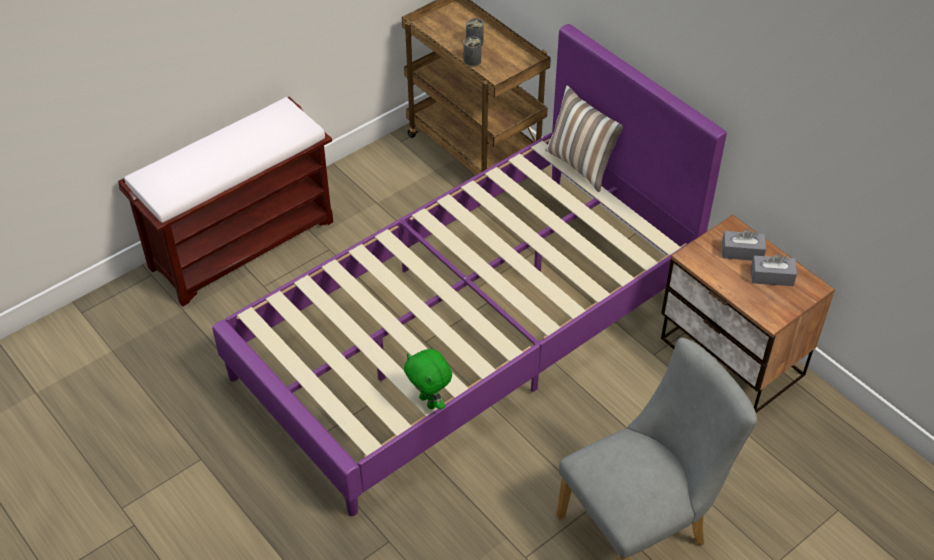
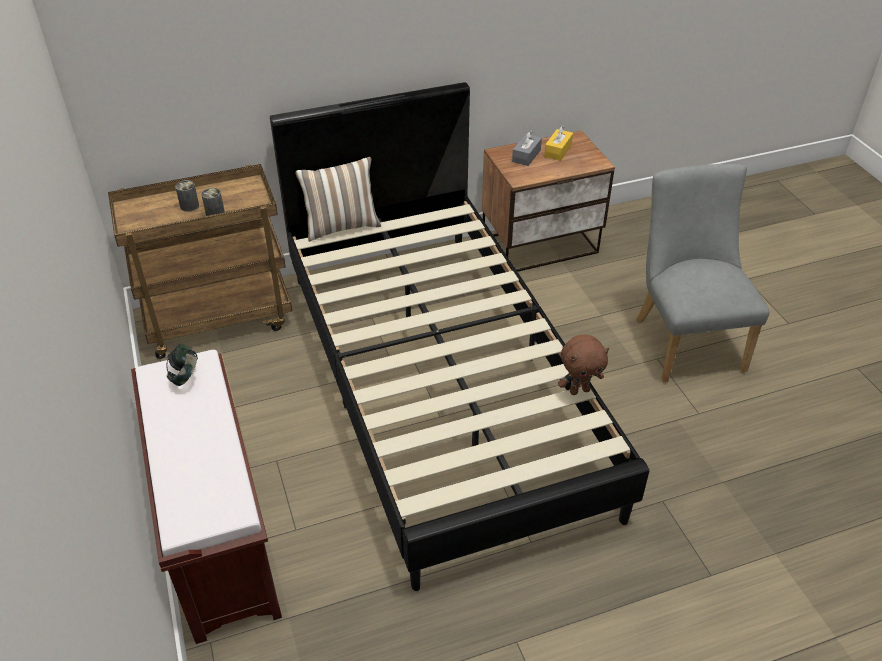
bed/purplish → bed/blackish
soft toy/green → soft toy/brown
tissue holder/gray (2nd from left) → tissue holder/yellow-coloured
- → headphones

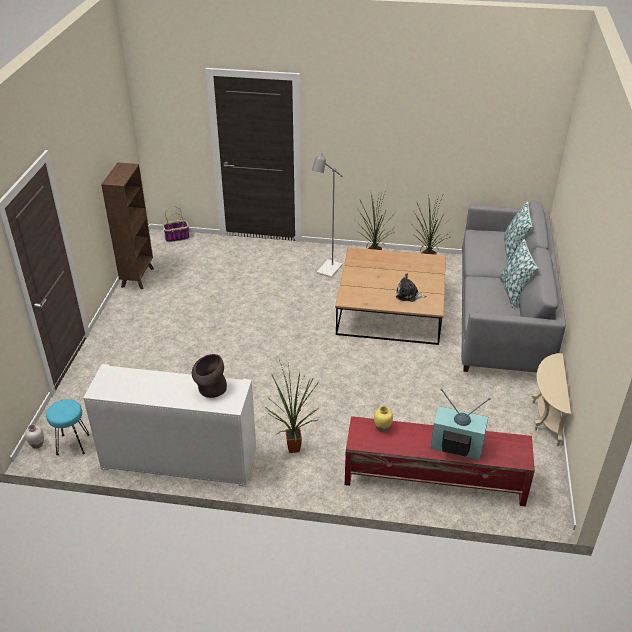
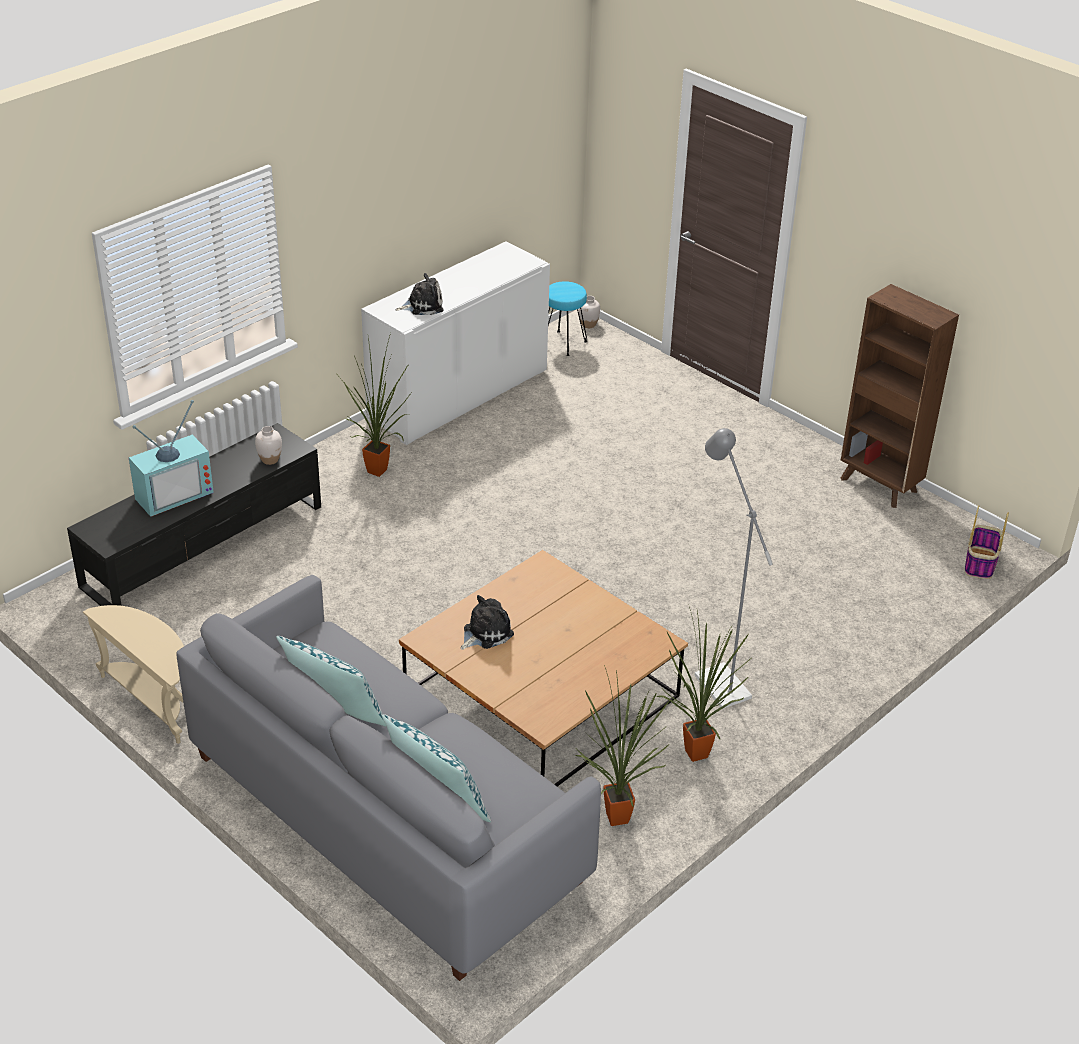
decorative vase/brown → soft toy (1st from left)
tv unit/red → tv unit/blackish
decorative vase/yellow-coloured → decorative vase/white-coloured (1st from left)

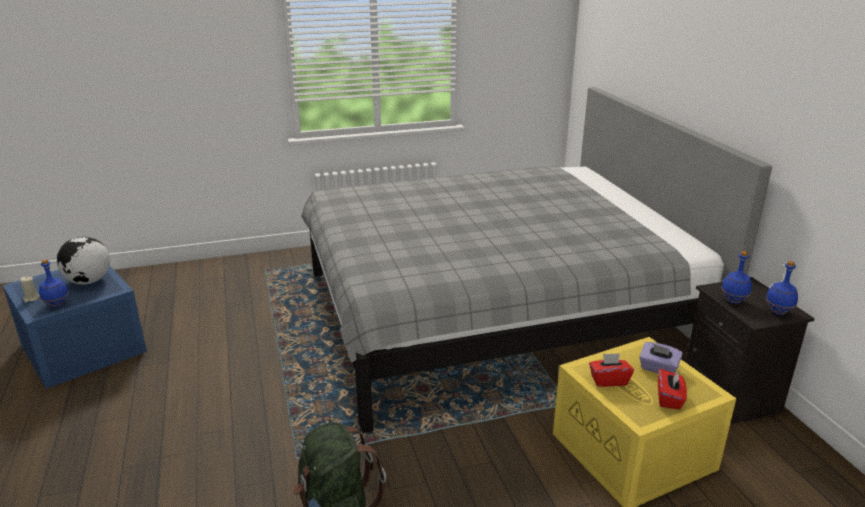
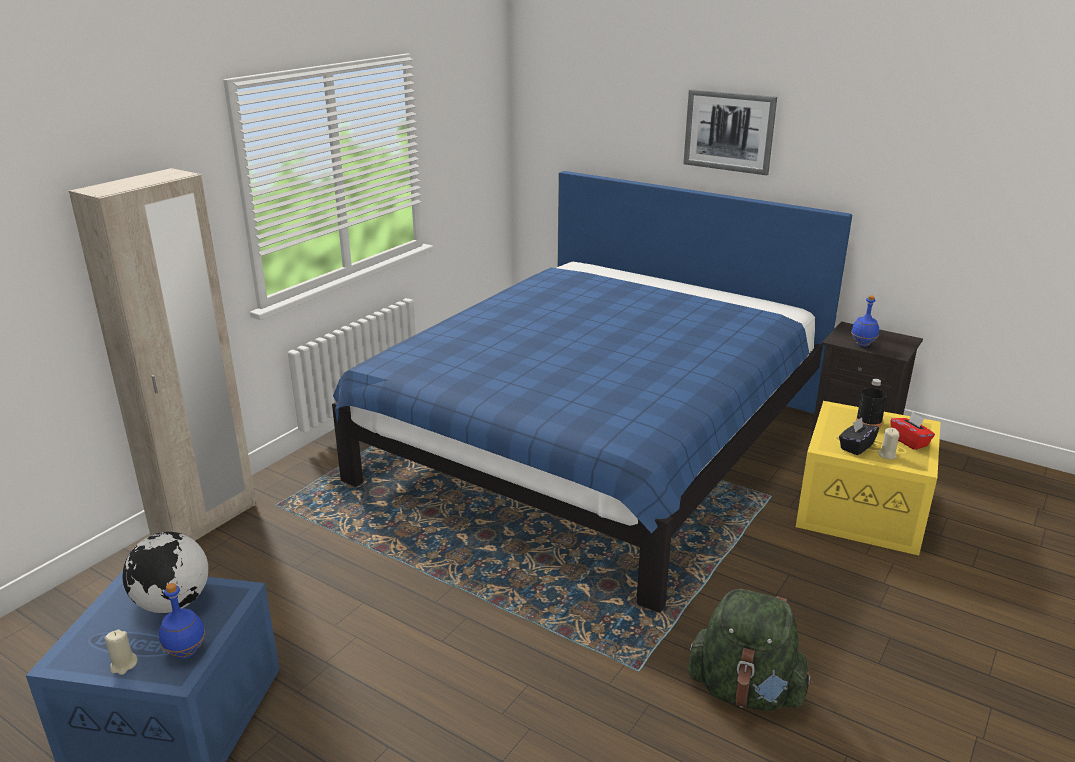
bed/gray → bed/blue
tissue holder/red (1st from left) → tissue holder/blackish
tissue holder/purplish → bottle/blackish
bottle/blue (3rd from left) → -
- → wardrobe/beige-coloured
- → wall art
- → candle/beige-coloured (2nd from left)

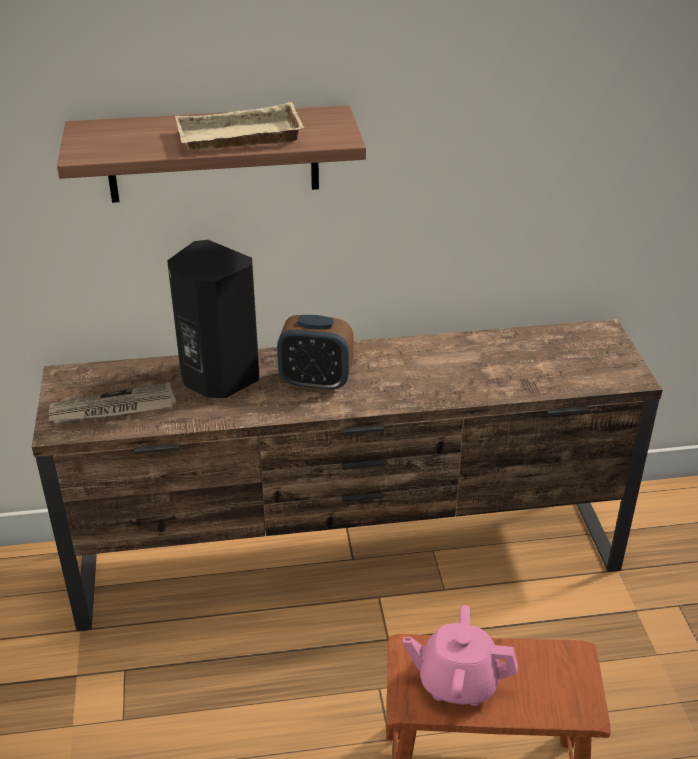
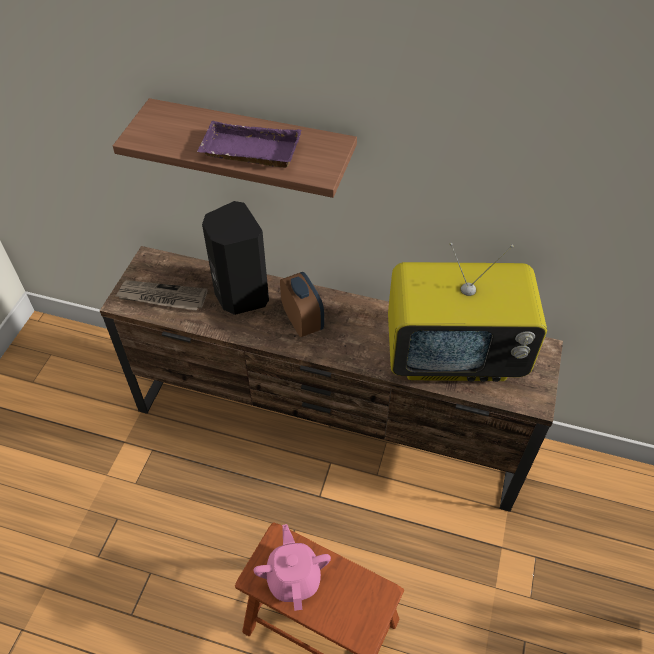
carrying tray/beige-coloured → carrying tray/purplish
table clock, 150 degrees counterclockwise
pot for tea/pink-coloured, 45 degrees clockwise
- → TV

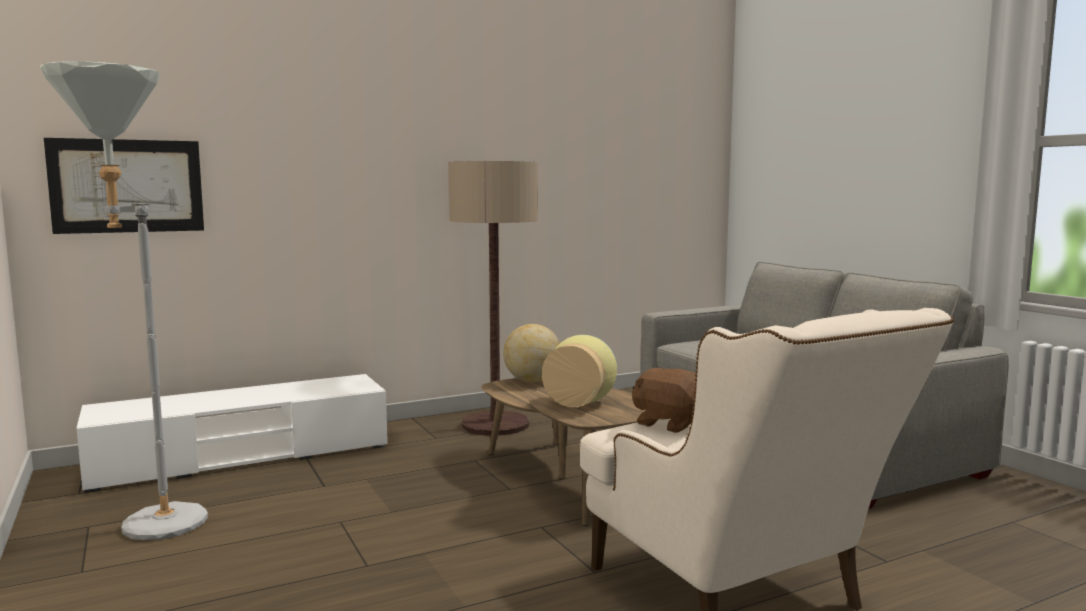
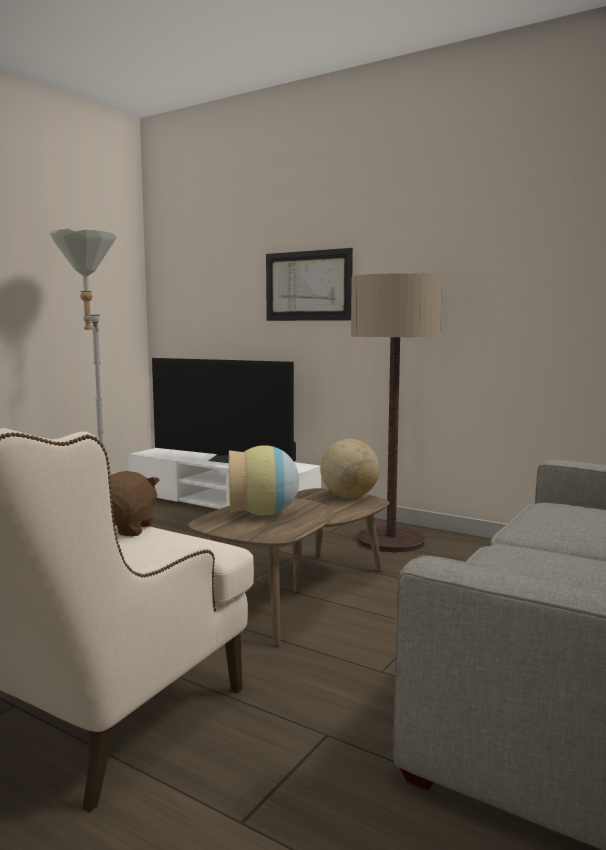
wall art, move
- → TV

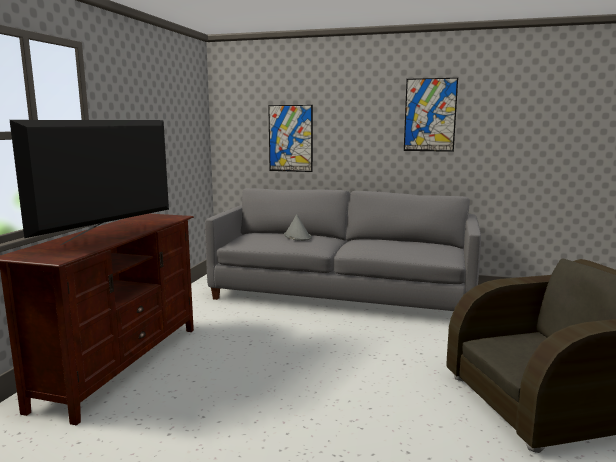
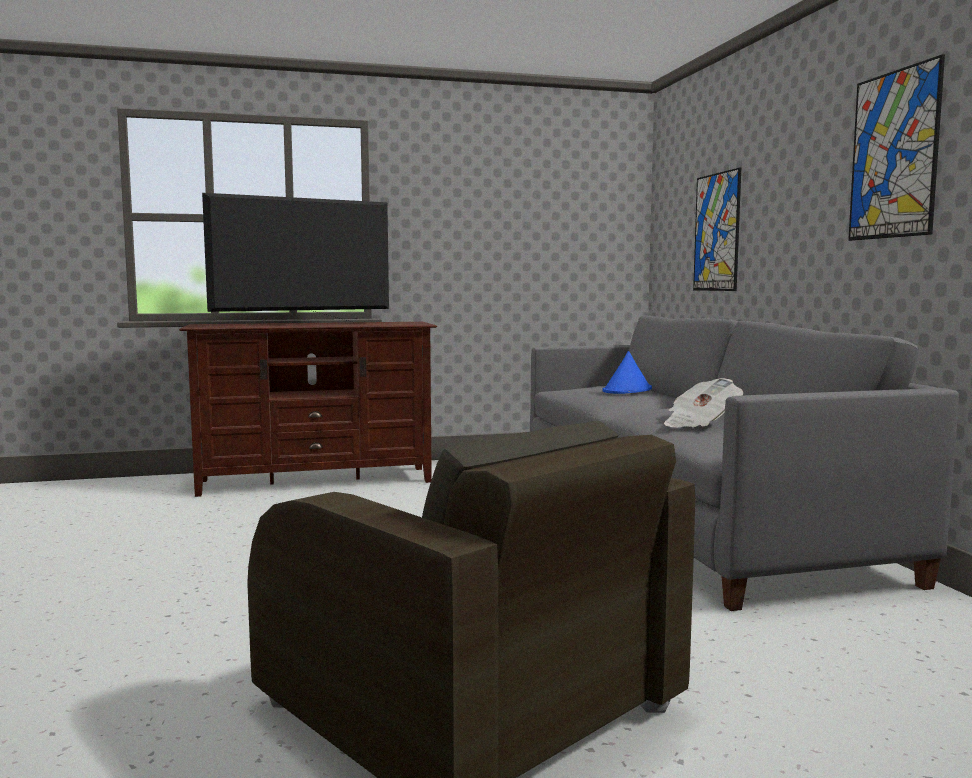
TV, 150 degrees clockwise
hat/gray → hat/blue
- → daily paper

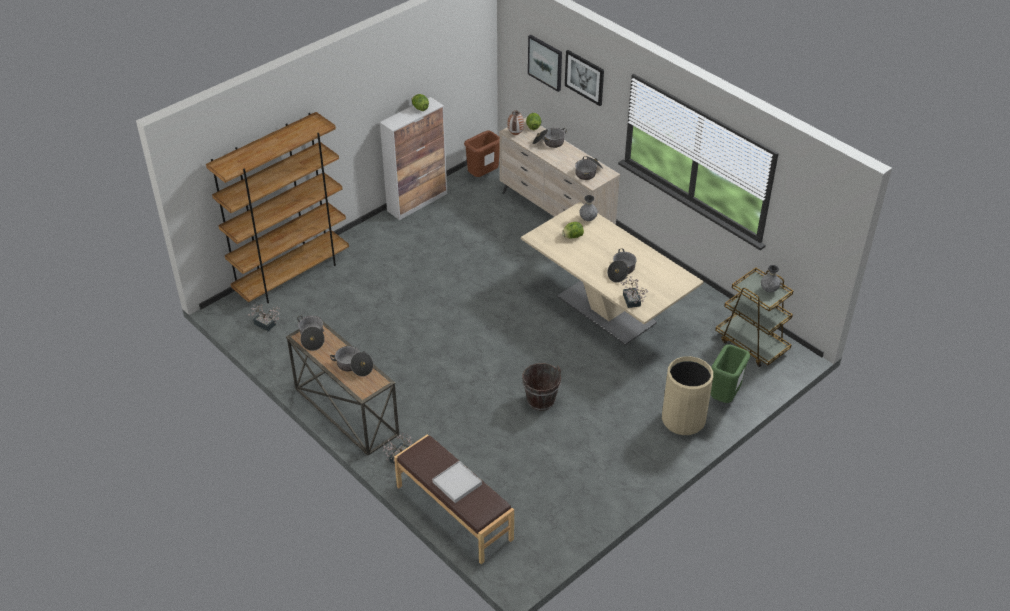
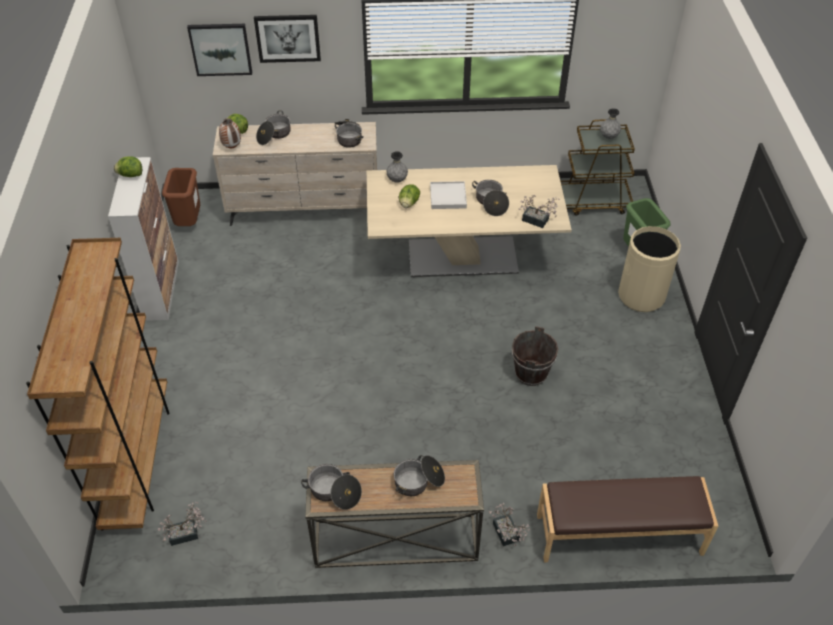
carrying tray/white-coloured, move

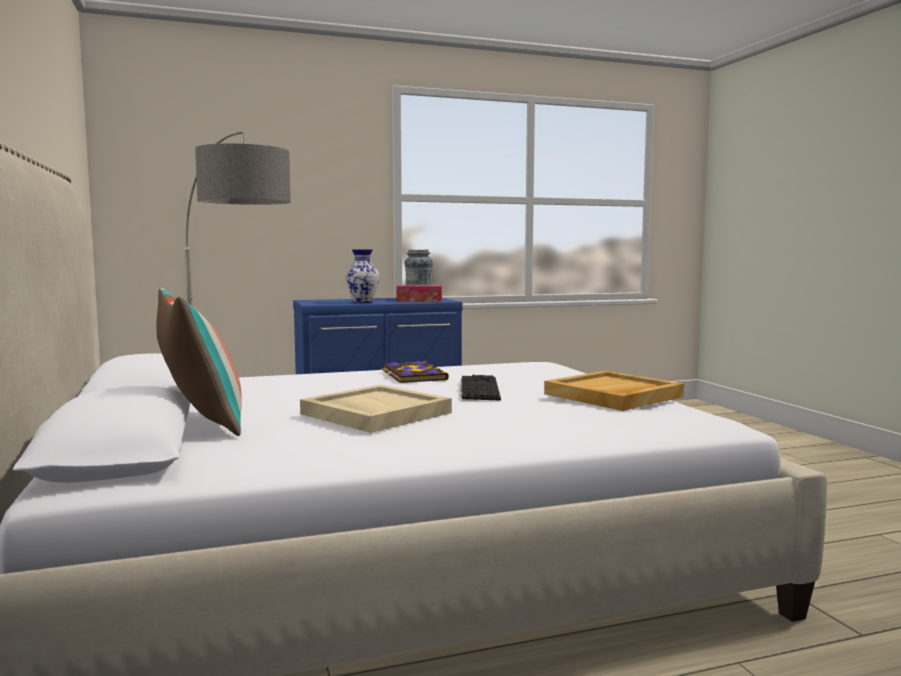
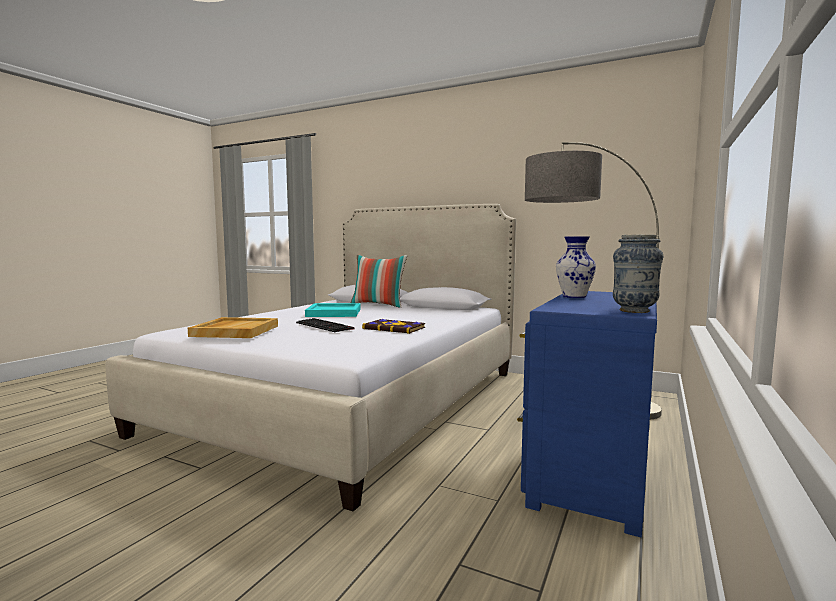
carrying tray/beige-coloured (1st from left) → carrying tray/turquoise-coloured
tissue holder → -

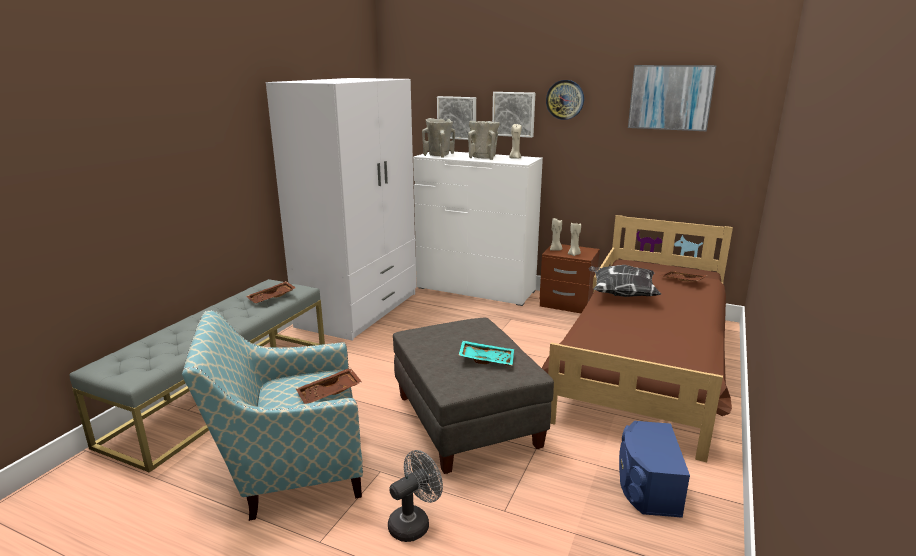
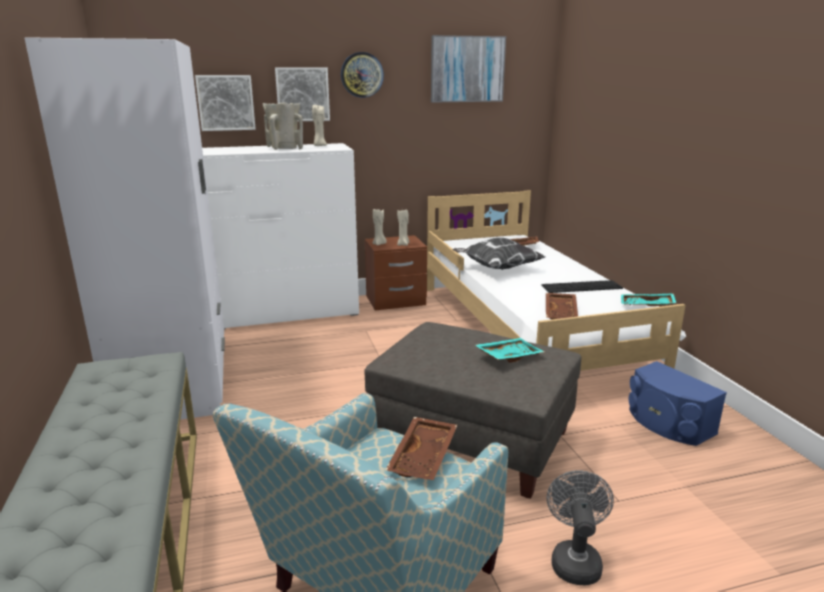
carrying tray/brown (1st from left in the first image) → carrying tray/brown (3rd from left), move
decorative vase/beige-coloured (1st from left) → -
bed/brown → bed/white-coloured
- → PC keyboard
- → carrying tray/turquoise-coloured (2nd from left)

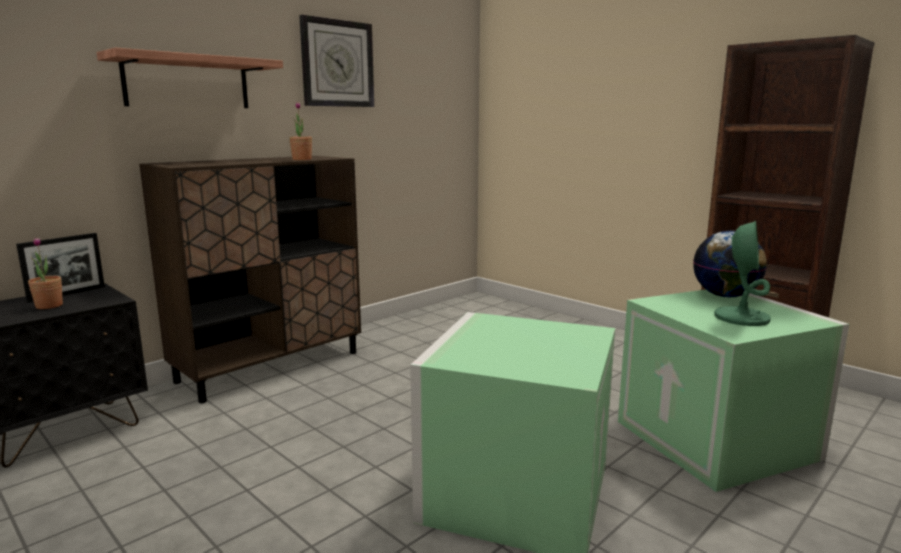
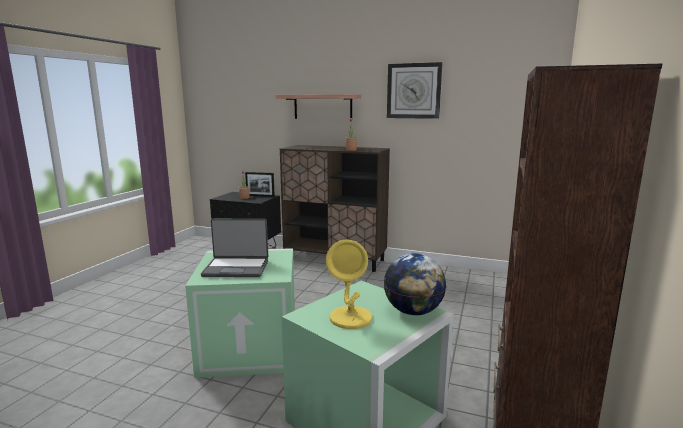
lamp for a table/green → lamp for a table/yellow-coloured
- → portable computer

